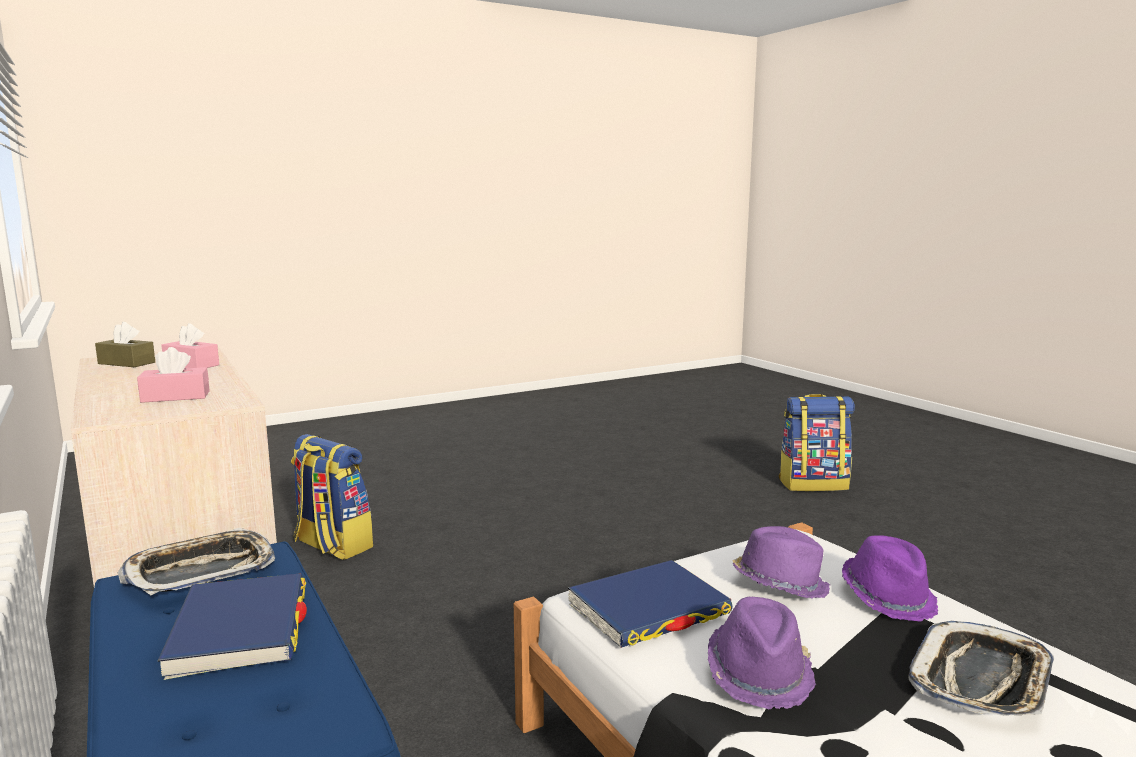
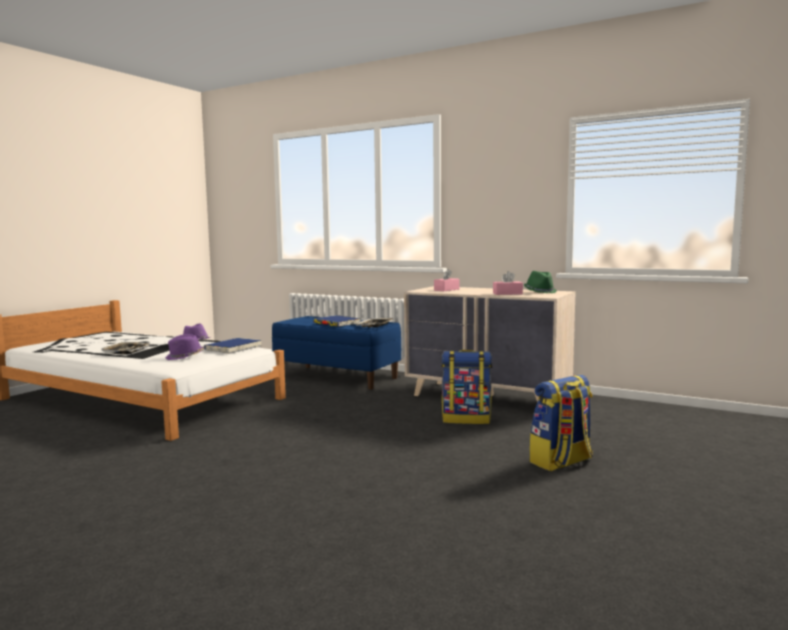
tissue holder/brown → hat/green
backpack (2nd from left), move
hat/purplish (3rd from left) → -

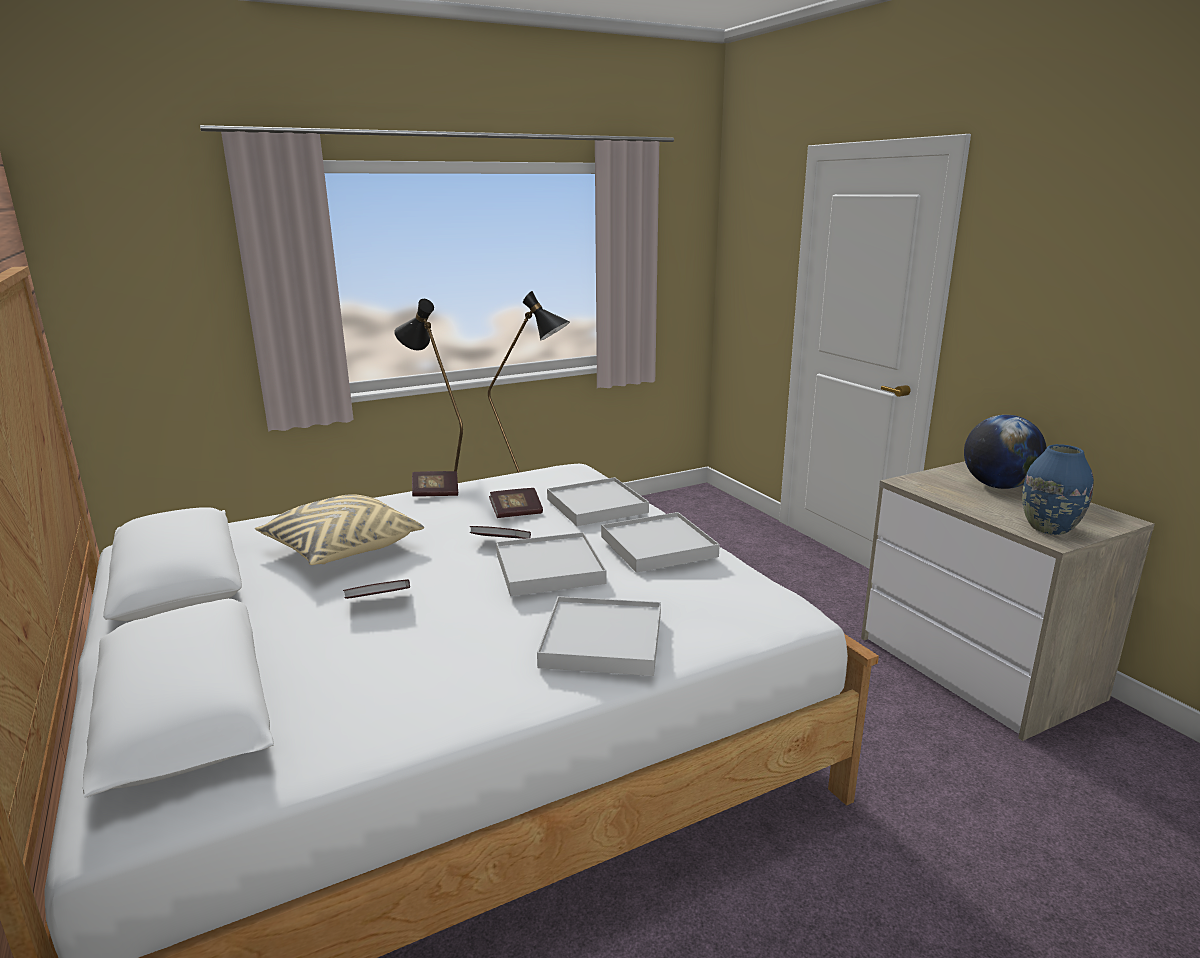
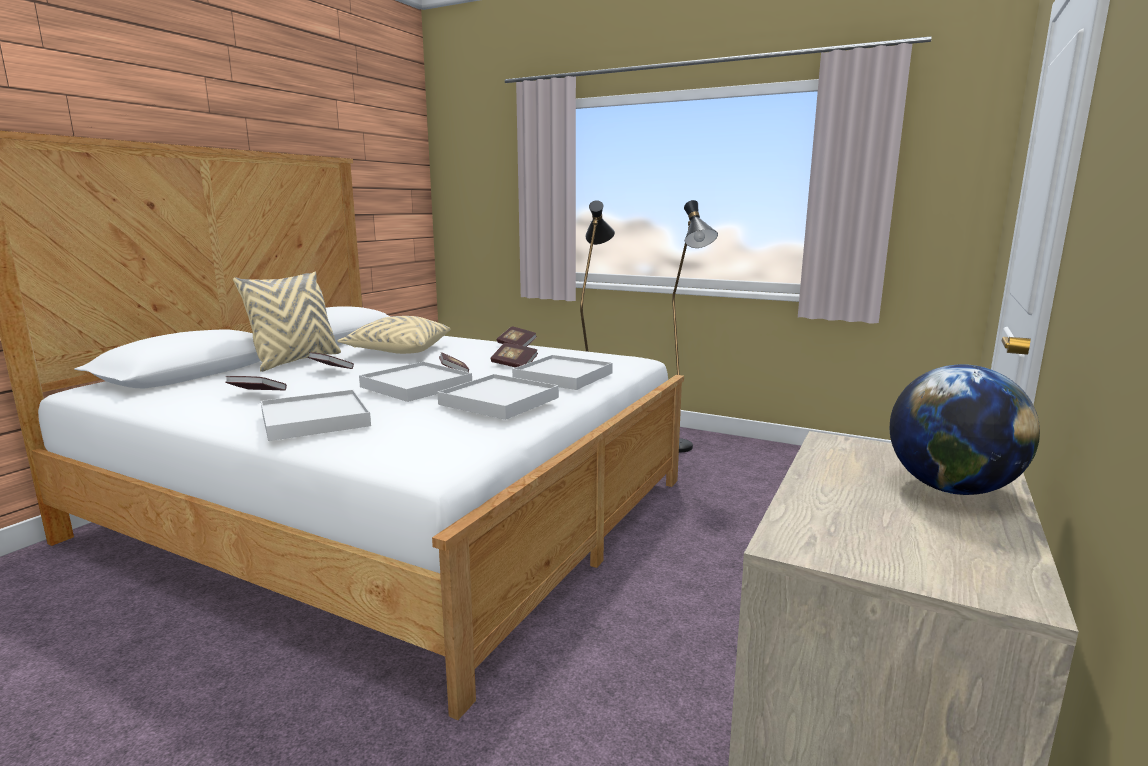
decorative vase/blue → -
- → book (1st from left)
- → cushion/beige-coloured (1st from left)

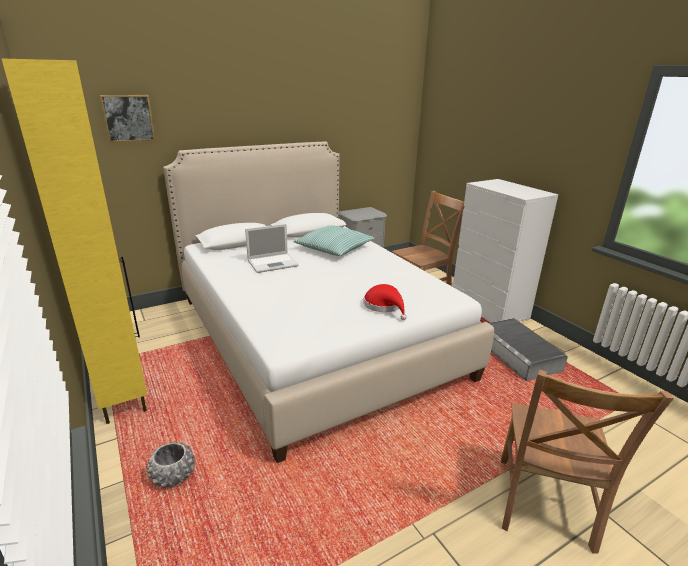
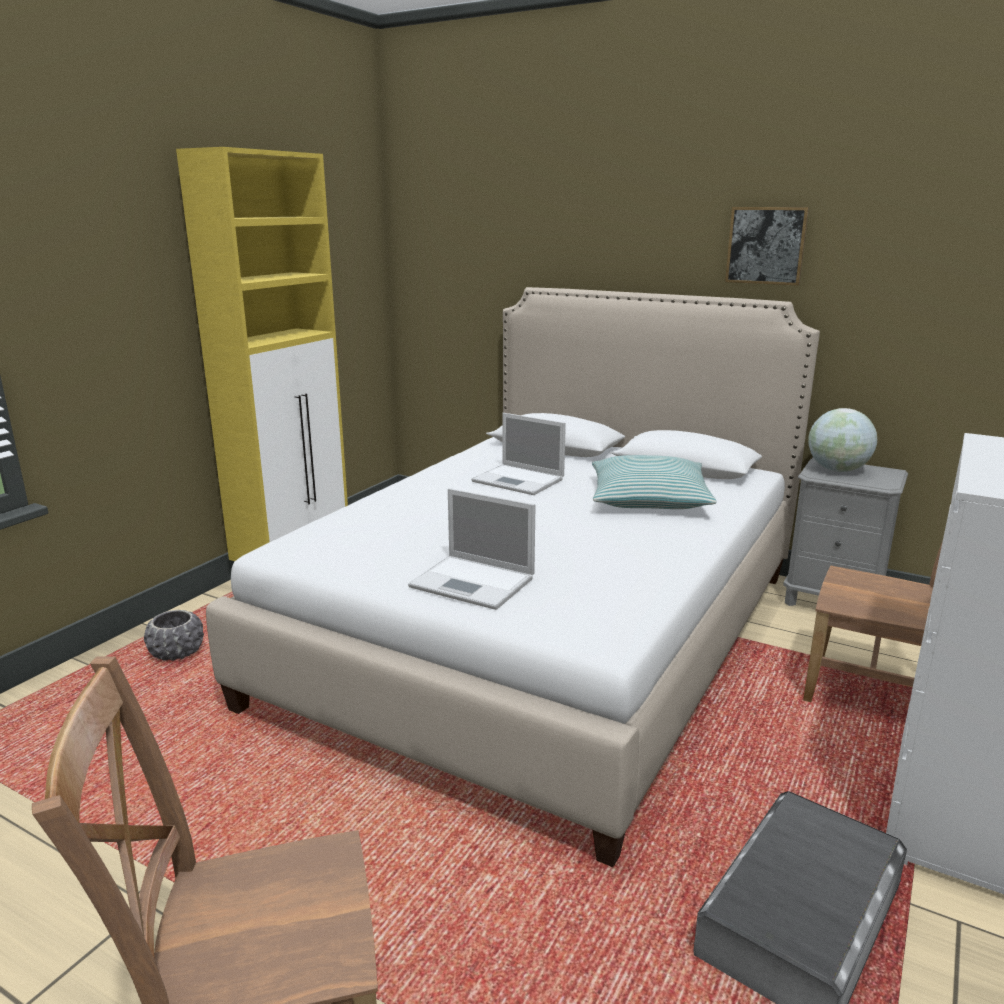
wall art, move
hat/red → portable computer (1st from left)
- → globe

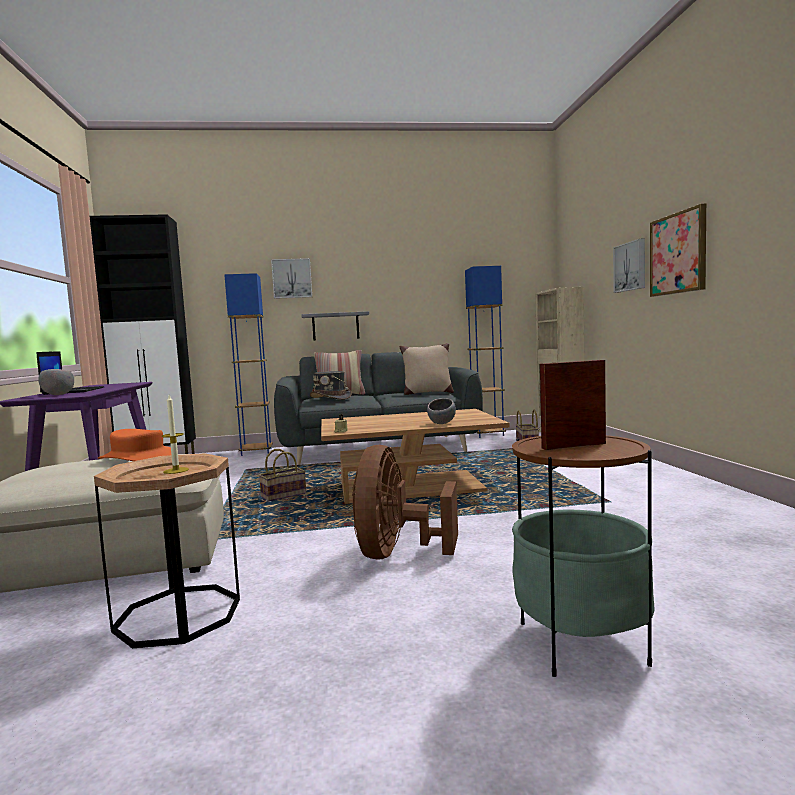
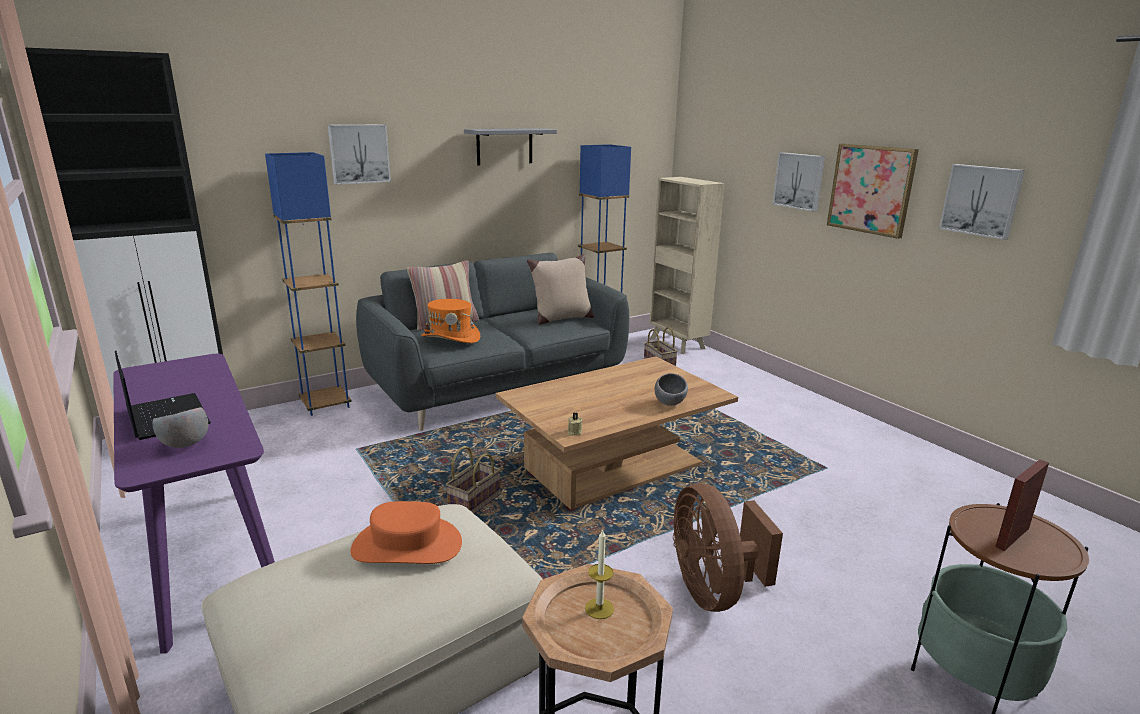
shelf/gray, move
hat/gray → hat/orange-coloured (2nd from left)
- → wall art (4th from left)

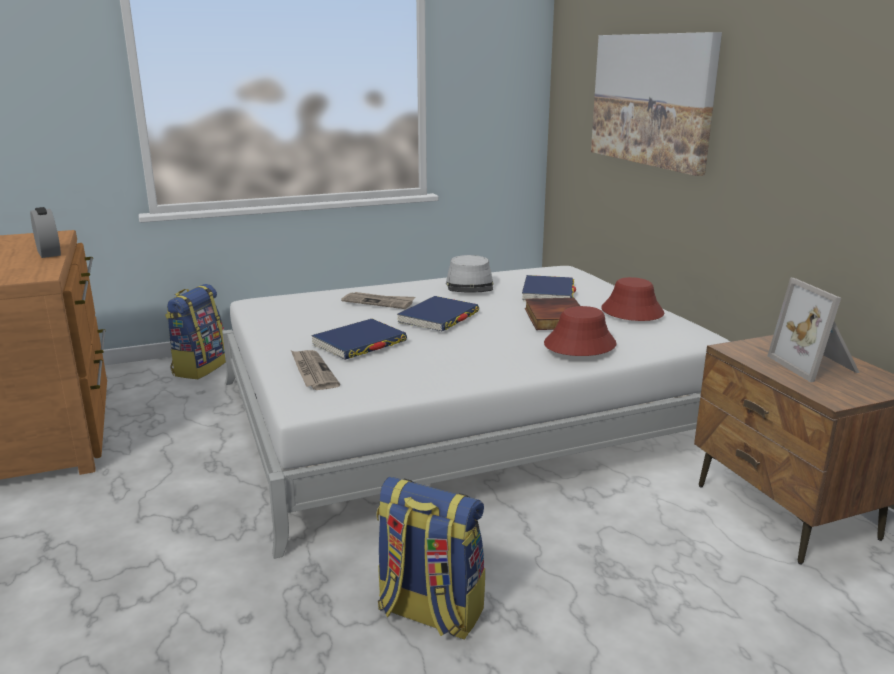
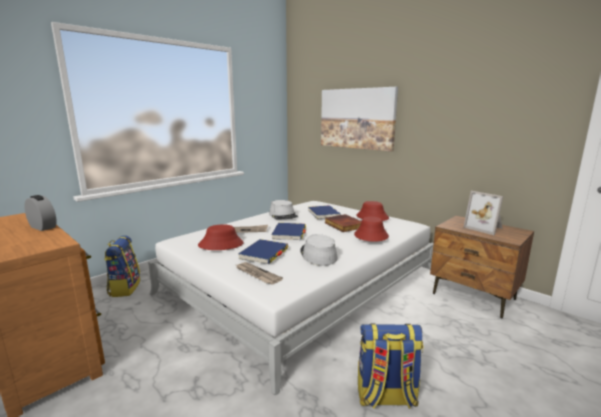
- → hat/red (1st from left)
- → hat/gray (2nd from left)

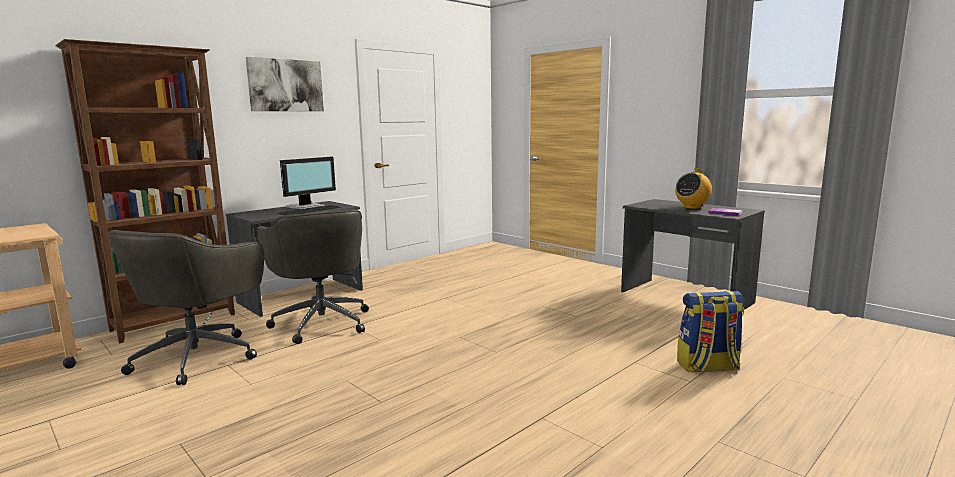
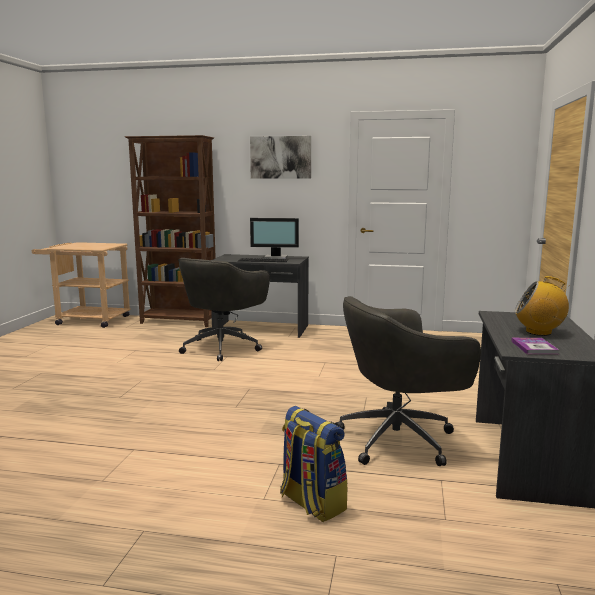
office chair/gray (1st from left in the first image) → office chair/gray (2nd from left), move

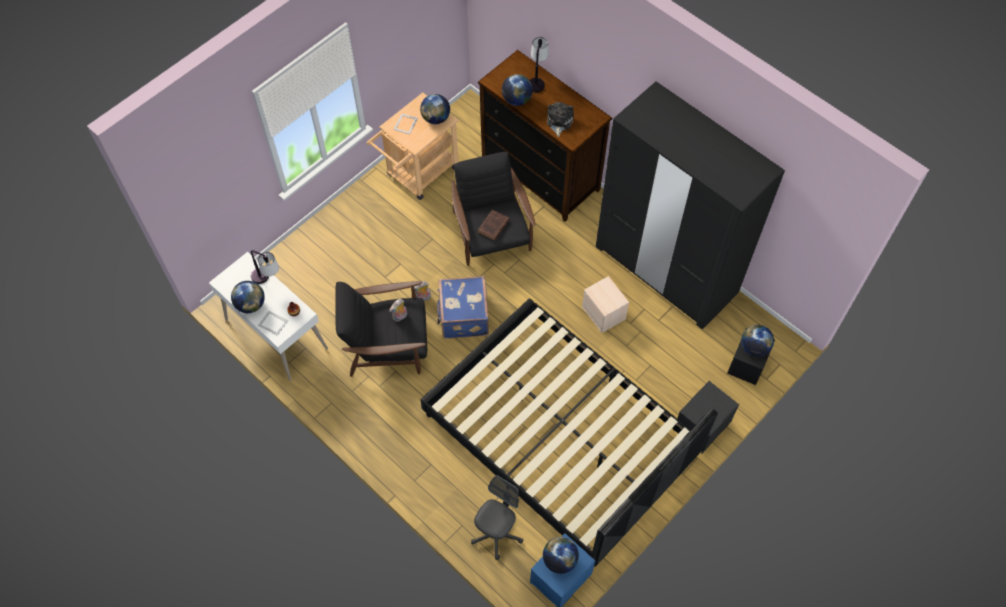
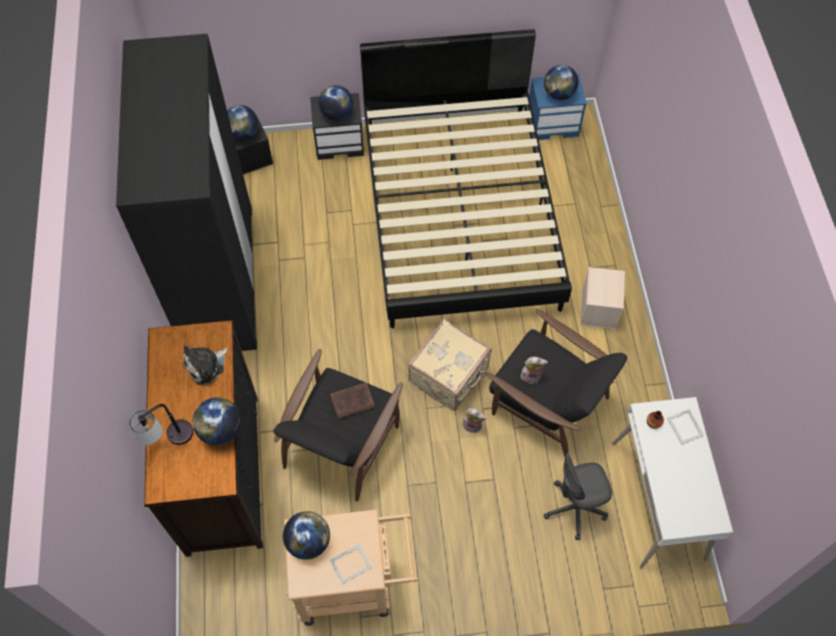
globe (1st from left in the first image) → globe (4th from left), move
lamp for a table (1st from left) → -
piece of luggage/blue → piece of luggage/beige-coloured
office chair/gray, move
storage bin/beige-coloured, move

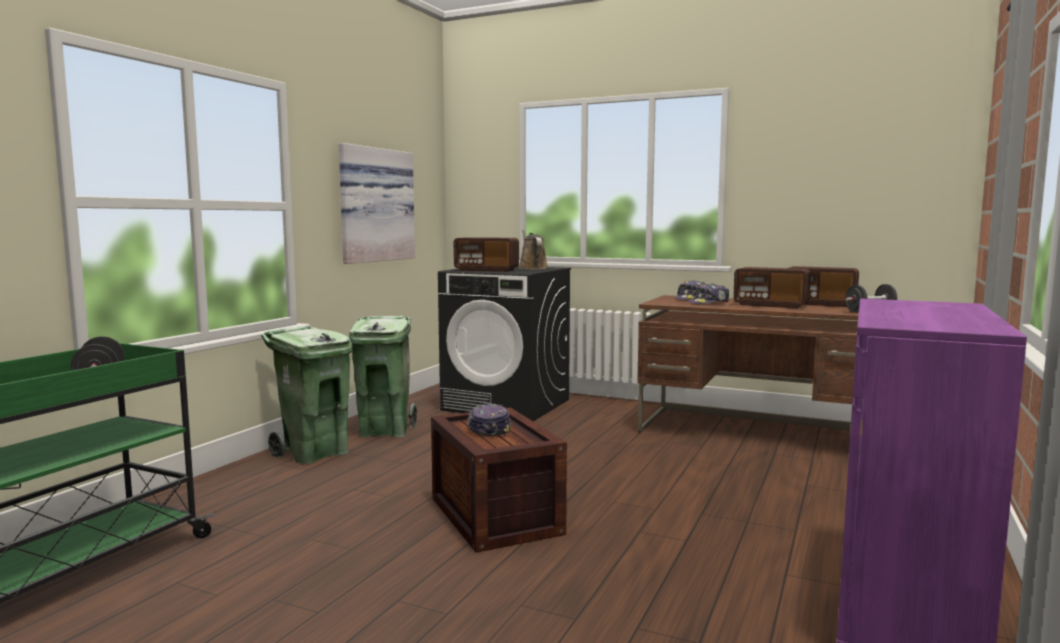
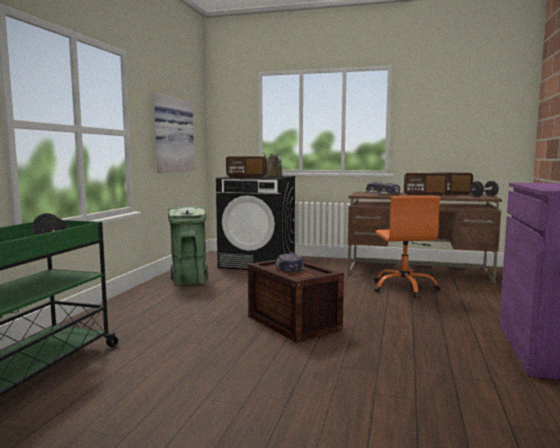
waste bin/green (1st from left) → -
- → office chair/orange-coloured

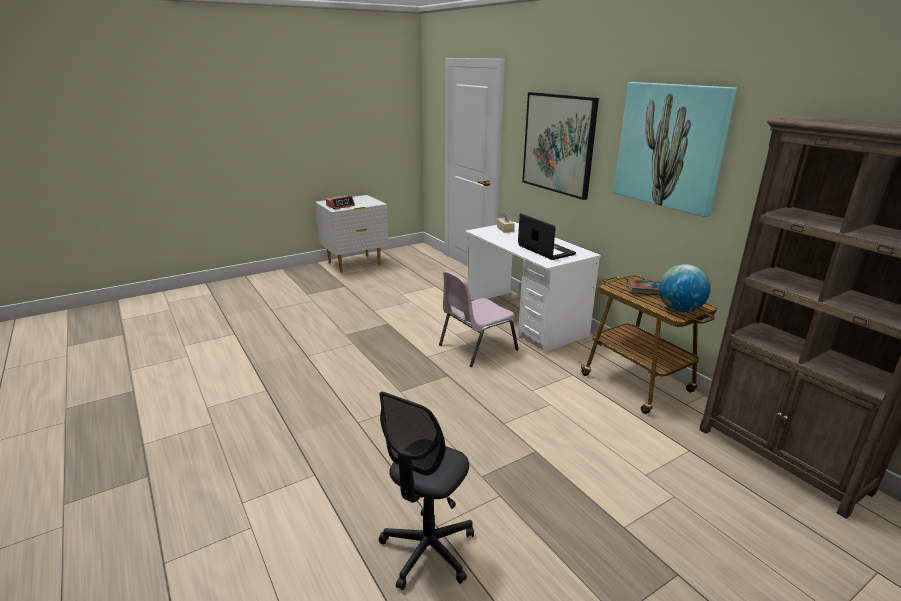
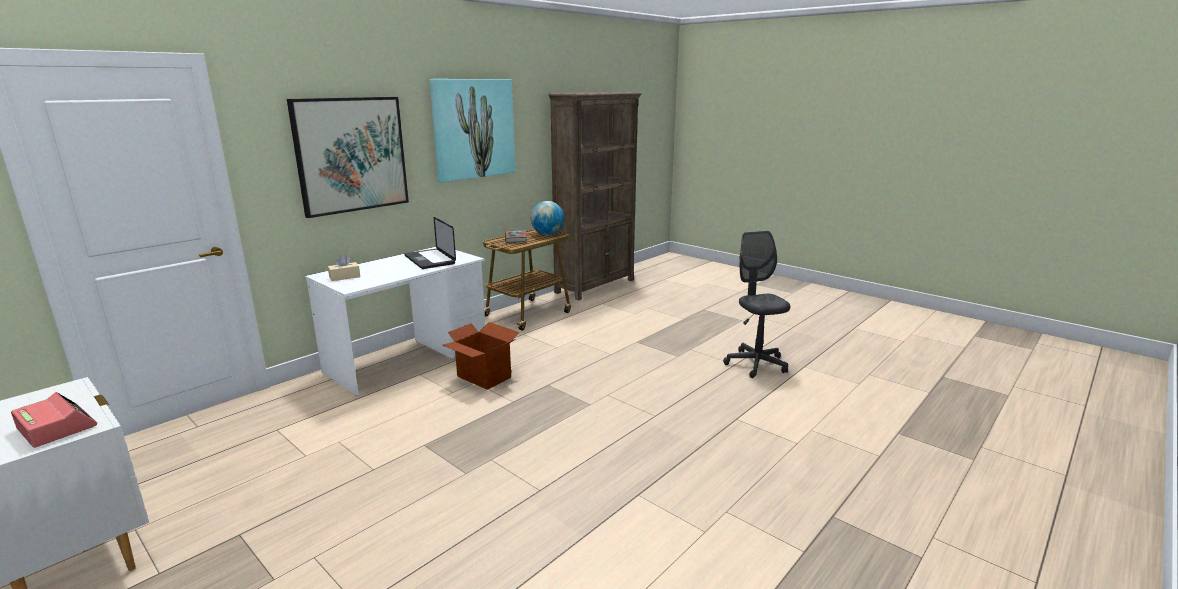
office chair/gray, 120 degrees counterclockwise
upright chair/pink-coloured → carton
portable computer, 75 degrees counterclockwise

